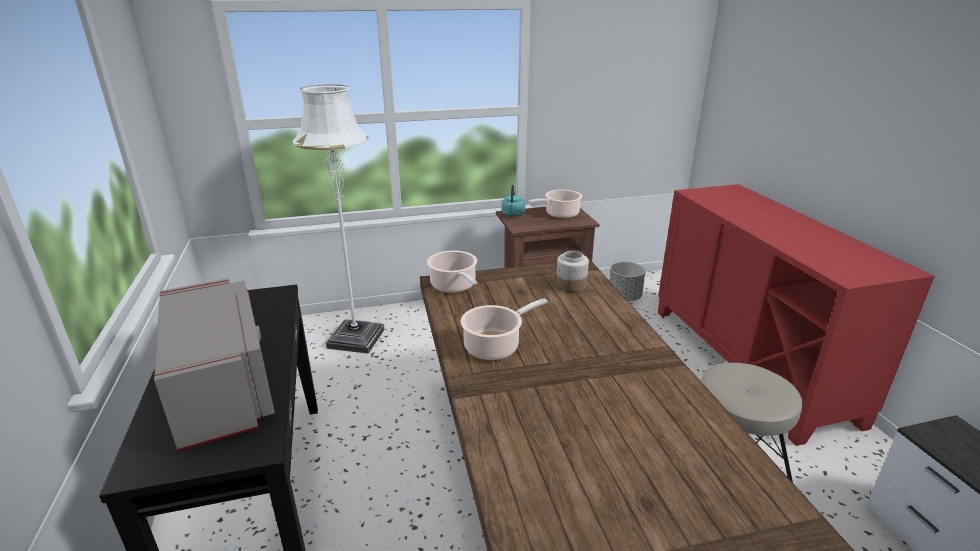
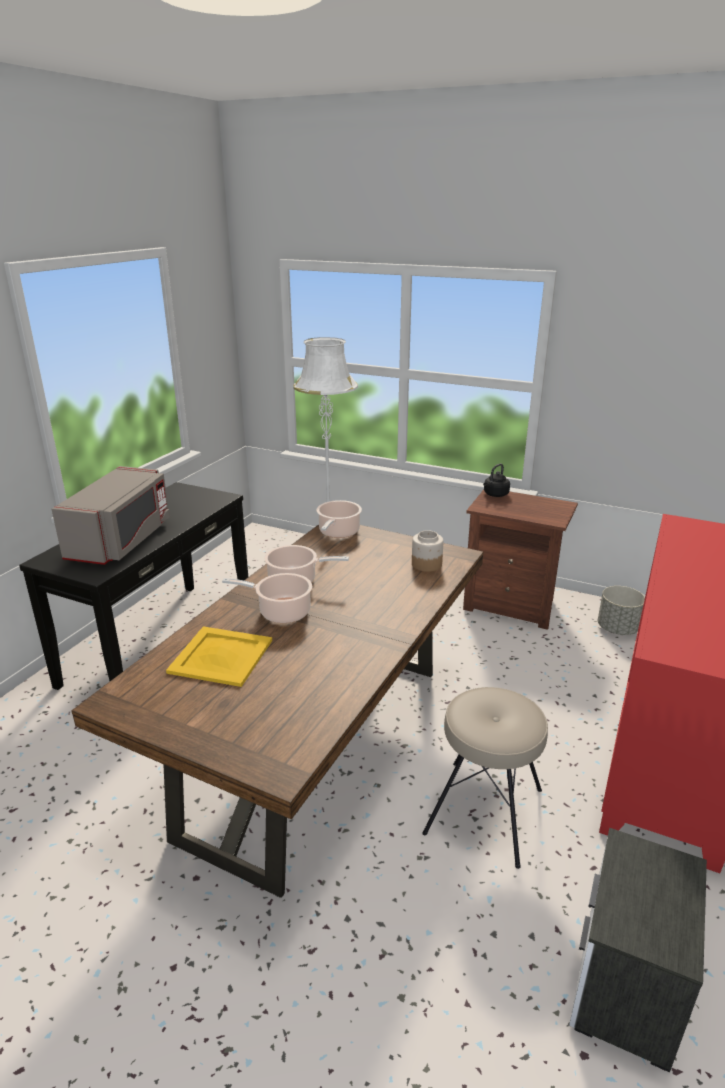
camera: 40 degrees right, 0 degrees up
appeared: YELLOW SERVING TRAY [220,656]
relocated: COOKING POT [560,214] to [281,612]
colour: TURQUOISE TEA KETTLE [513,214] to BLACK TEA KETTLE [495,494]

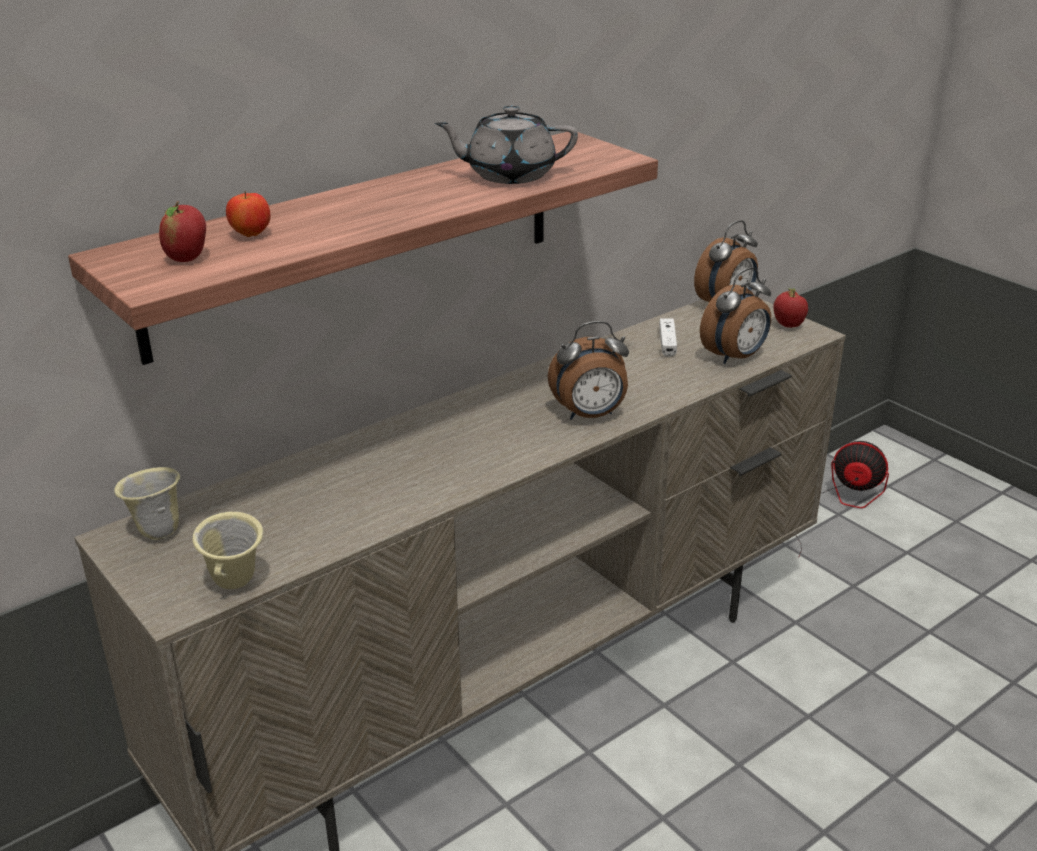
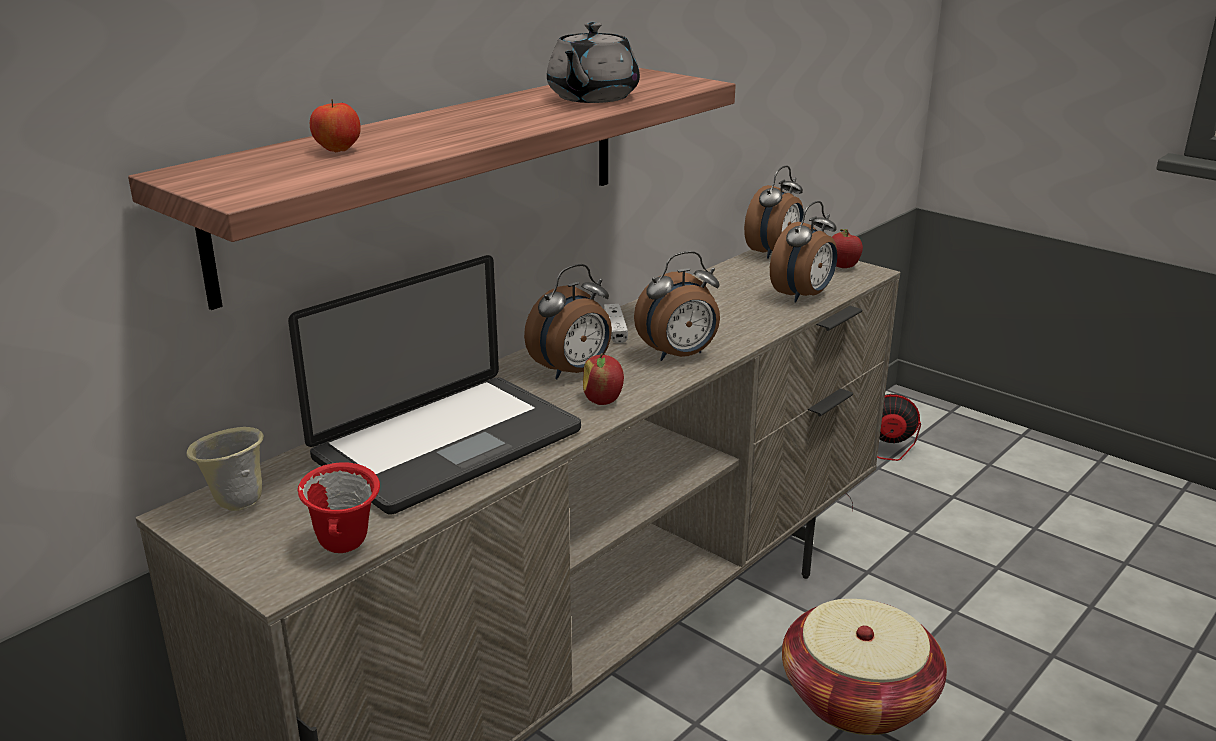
camera: 10 degrees left, 5 degrees down
appeared: LAPTOP [448,445]; BEDSIDE CLOCK [572,372]; BASKET [858,698]
relocated: APPLE [187,258] to [603,400]; WHITISH GAME CONTROLLER [667,343] to [615,330]
colour: SAND-COLOURED TEA MUG [236,585] to RED-COLOURED TEA MUG [347,548]
spun: GREY TEAPOT [509,175] = [592,98] 60 degrees counterclockwise

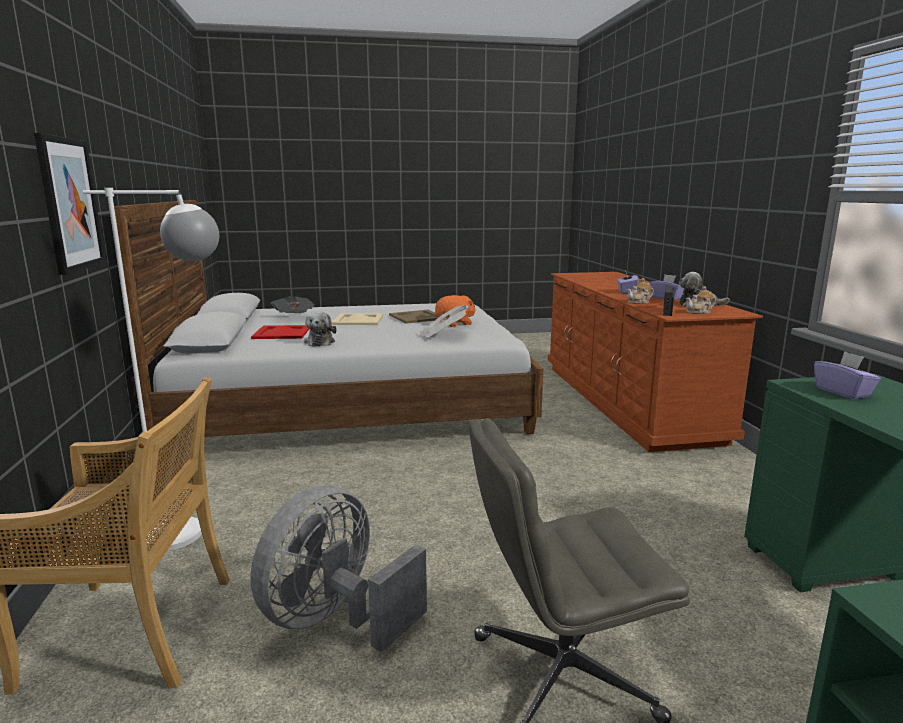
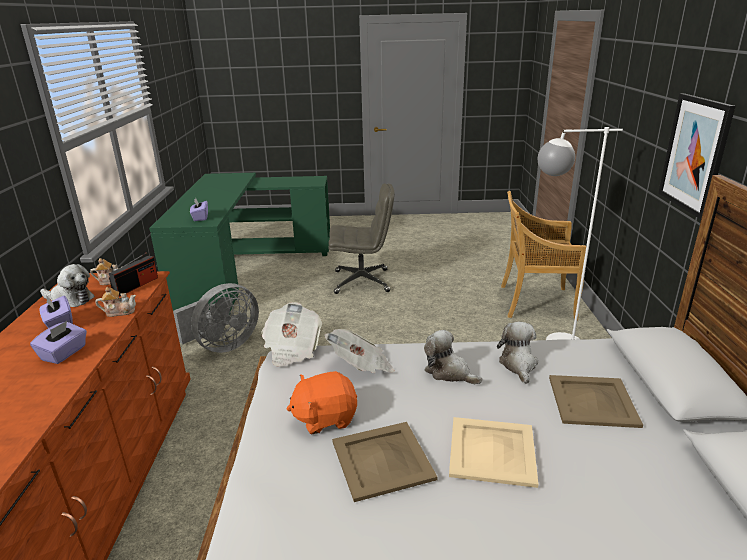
camera: 170 degrees left, 10 degrees up
appeared: CUDDLY TOY [449,372]
relocated: GREY FAN [335,619] to [223,346]; PRINTED PAPER [294,317] to [292,349]
colour: RED-COLOURED SERVING TRAY [281,332] to SAND-COLOURED SERVING TRAY [593,401]

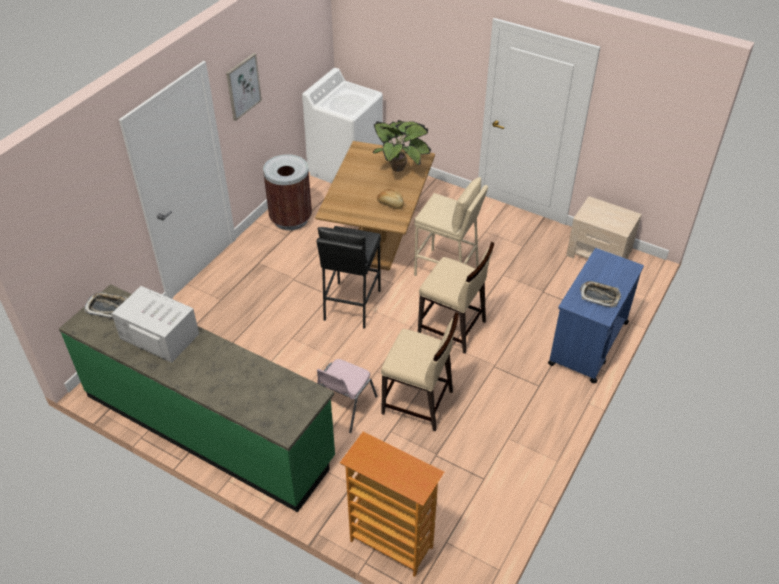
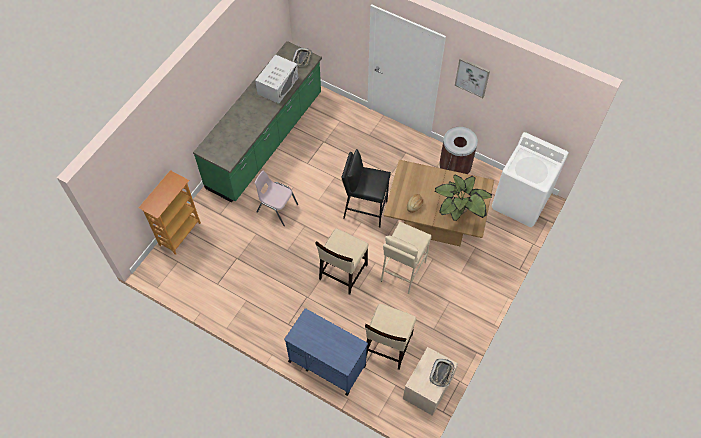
camera: 90 degrees right, 15 degrees up
relocated: SAND-COLOURED UPRIGHT CHAIR [418,403] to [388,346]; SERVING TRAY [599,296] to [442,373]

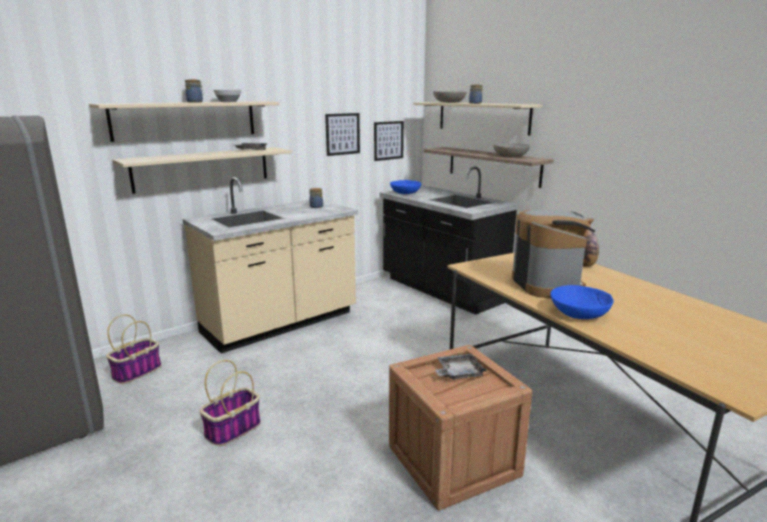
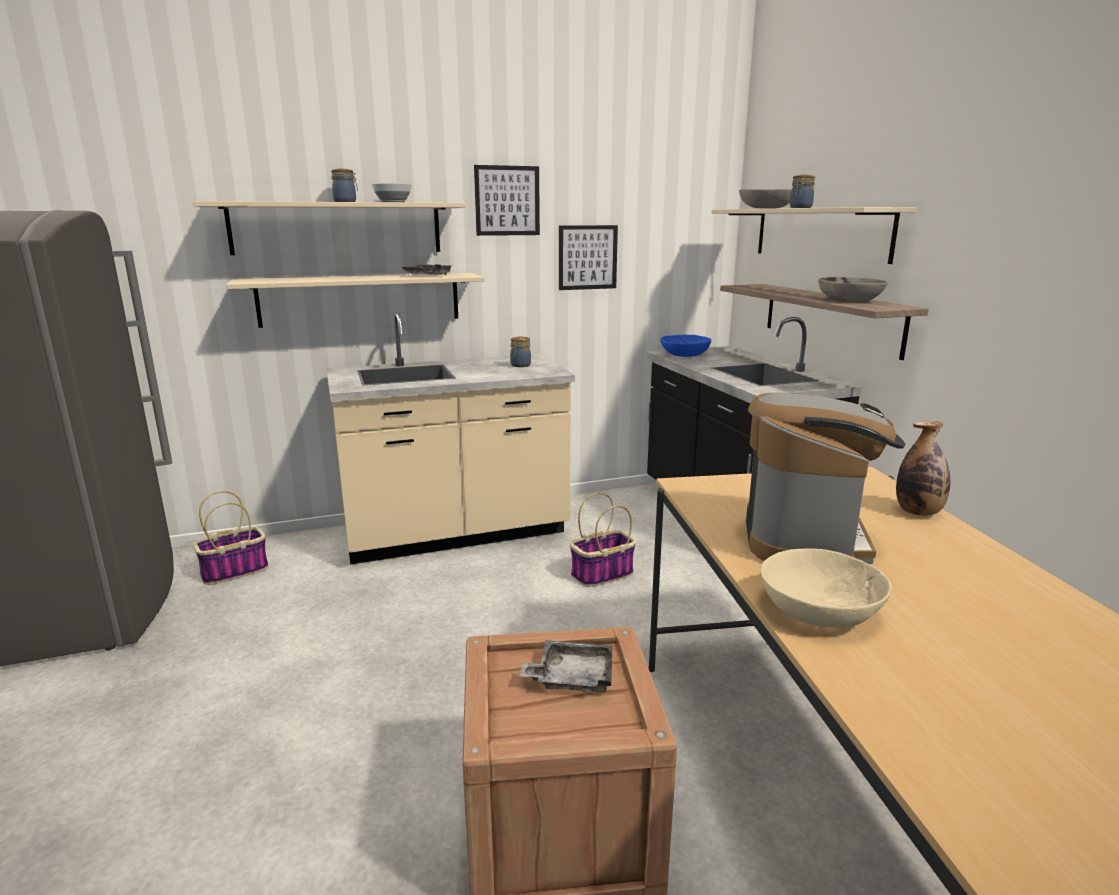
camera: 20 degrees right, 0 degrees up
relocated: BASKET [232,430] to [602,575]; WALL ART [388,140] to [507,201]
colour: BLUE-COLOURED DEEP DISH [579,313] to SAND-COLOURED DEEP DISH [819,610]

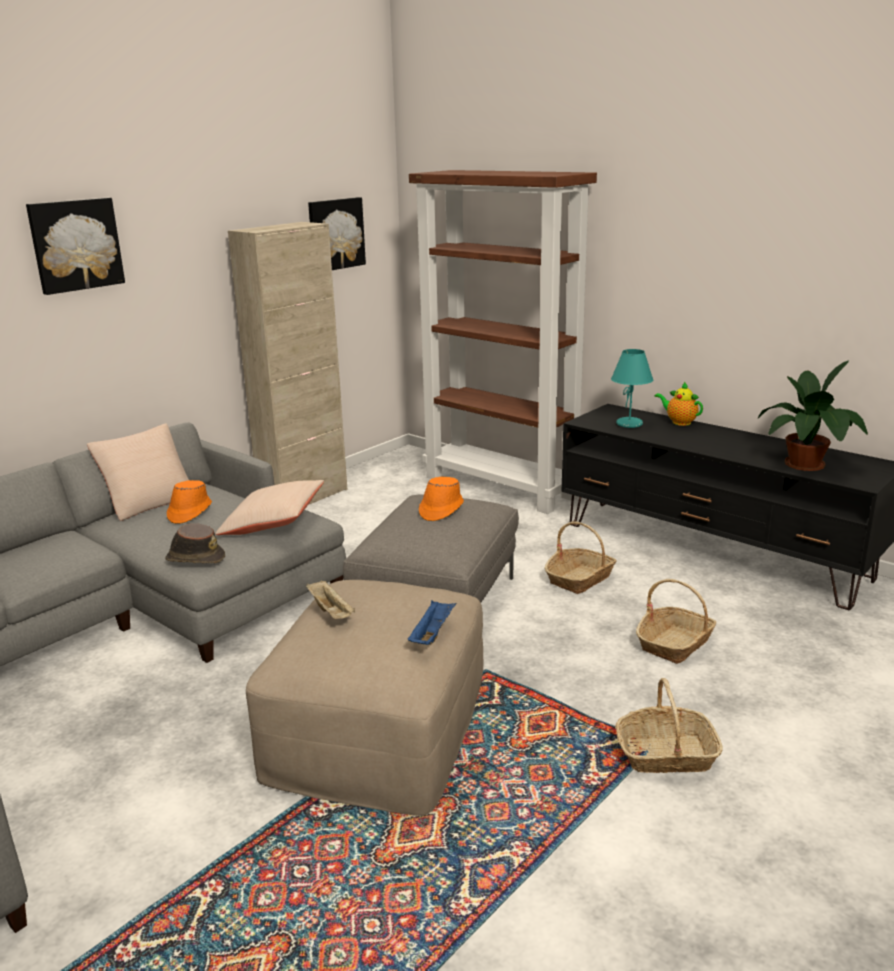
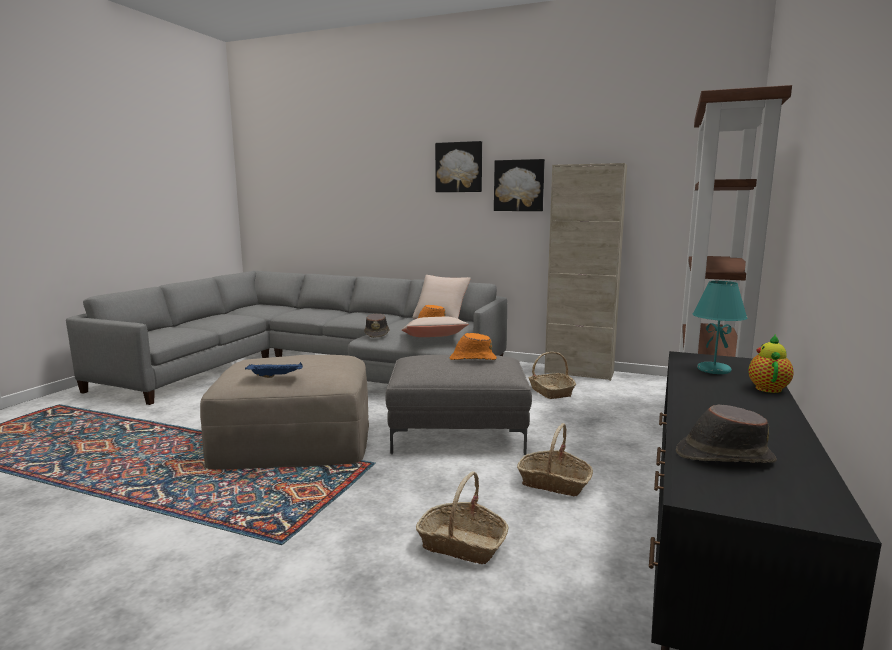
camera: 70 degrees right, 10 degrees down
missing: SAND-COLOURED SERVING TRAY [331,612]
relocated: WALL ART [335,234] to [519,185]; BASKET [666,754] to [550,392]
exchanged: PLANT IN A POT [808,464] to BROWN-COLOURED CLOTHING HAT [723,456]

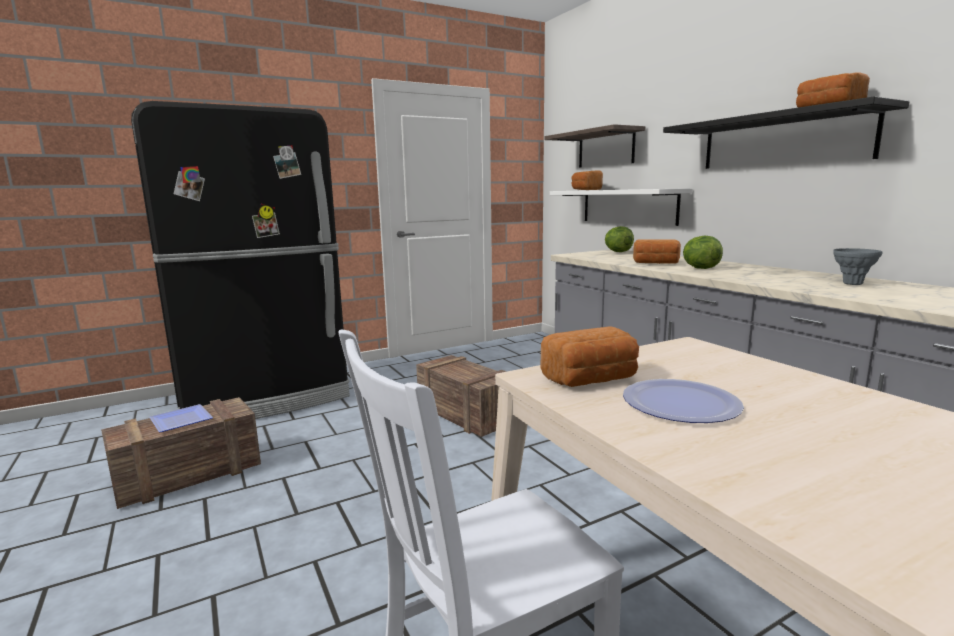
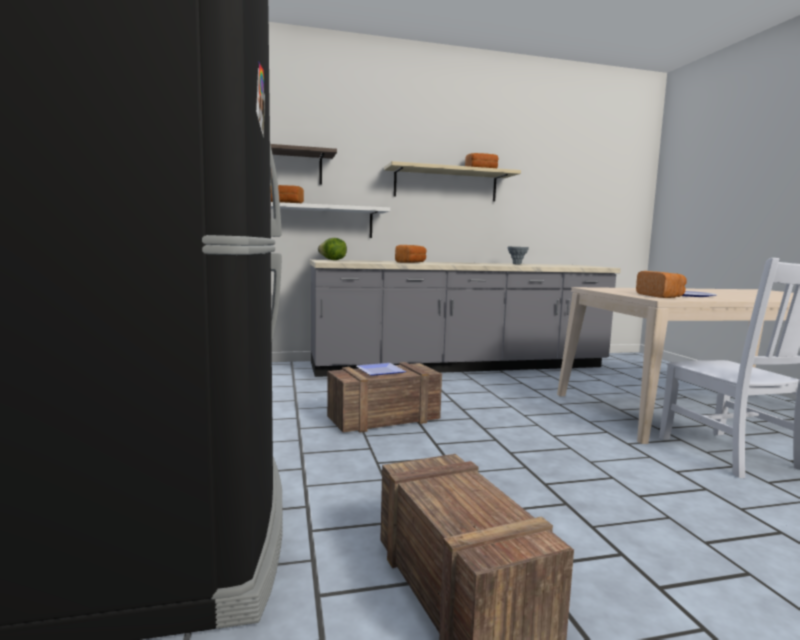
camera: 75 degrees left, 5 degrees down
missing: LETTUCE HEAD [700,268]
relocated: PLATE [183,420] to [381,371]
colour: BLACK WALL SHELF [782,141] to SAND-COLOURED WALL SHELF [445,185]

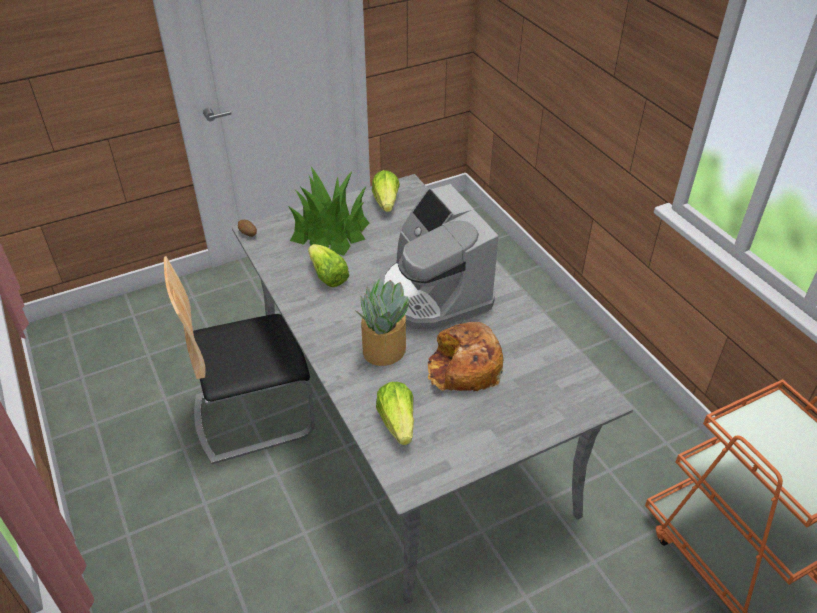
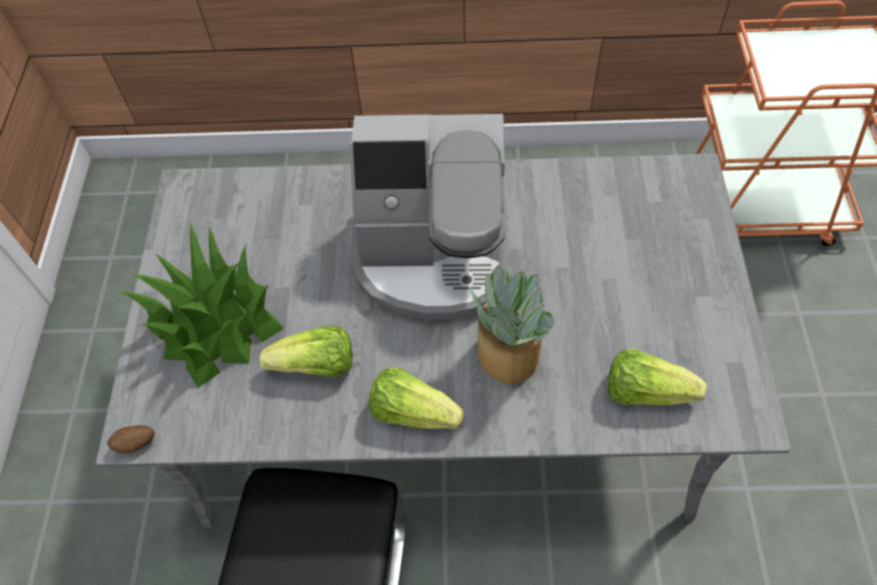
camera: 60 degrees left, 15 degrees up
missing: BAKERY BREAD [464,368]
relocated: LETTUCE HEAD [386,202] to [412,411]

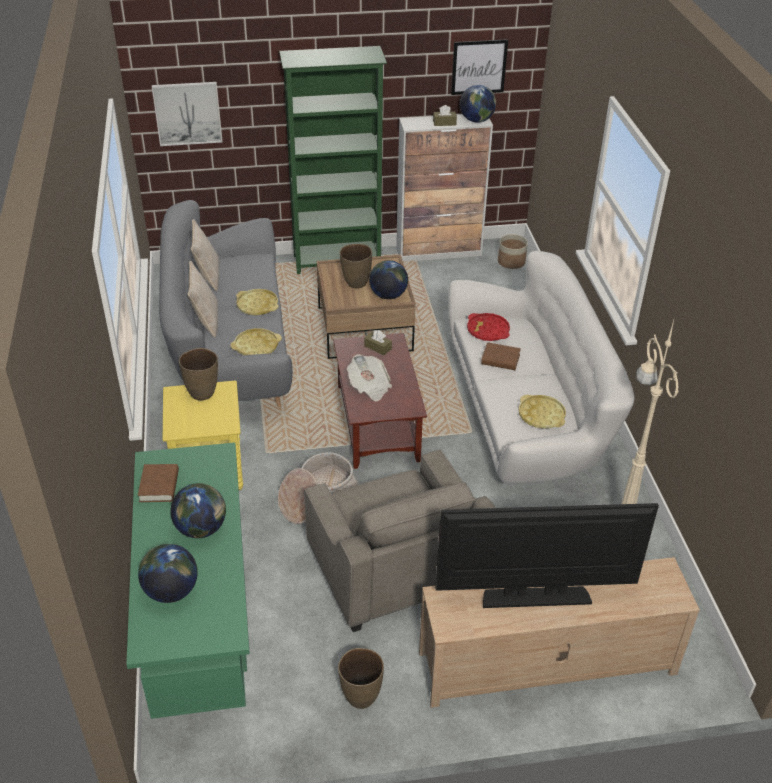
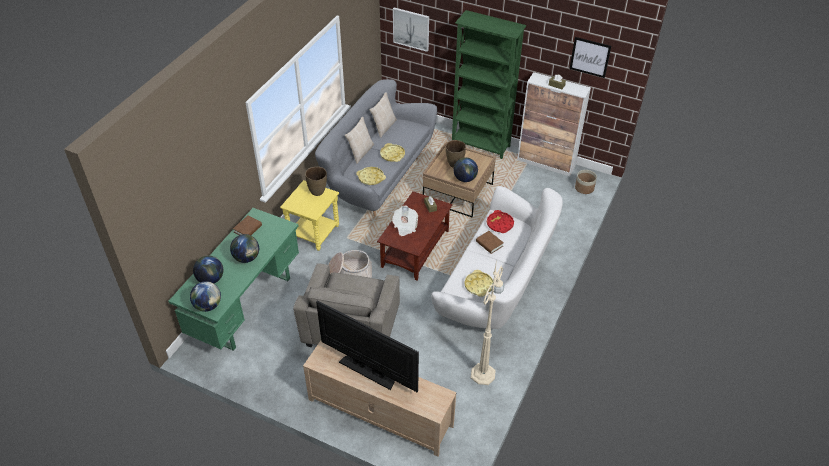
camera: 35 degrees right, 5 degrees up
missing: BROWN-COLOURED VASE [360,696]
relocated: DESK GLOBE [476,120] to [208,306]

